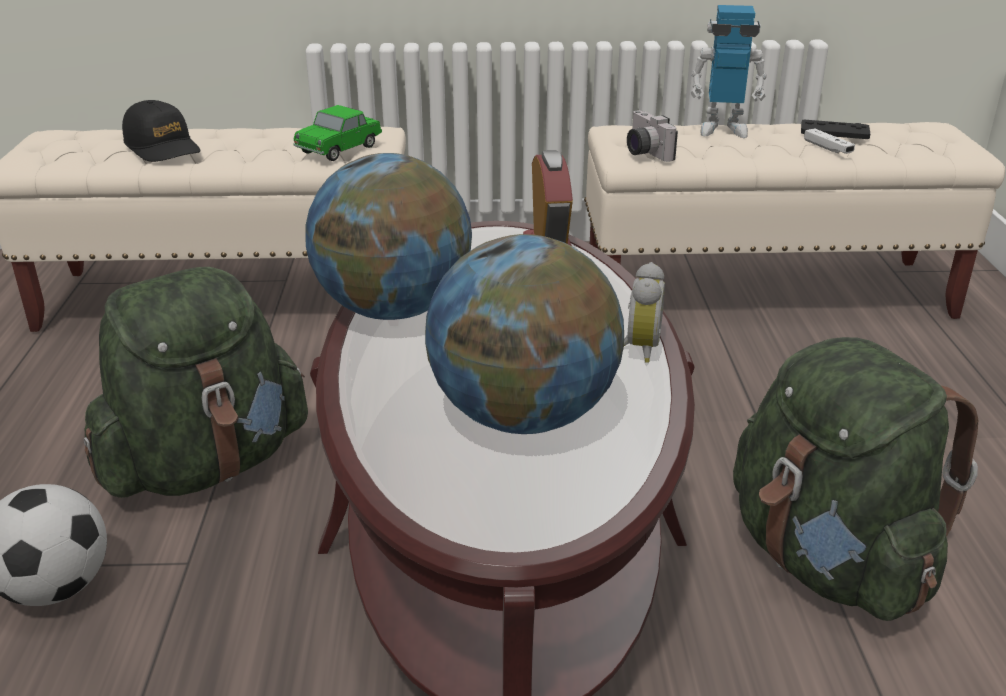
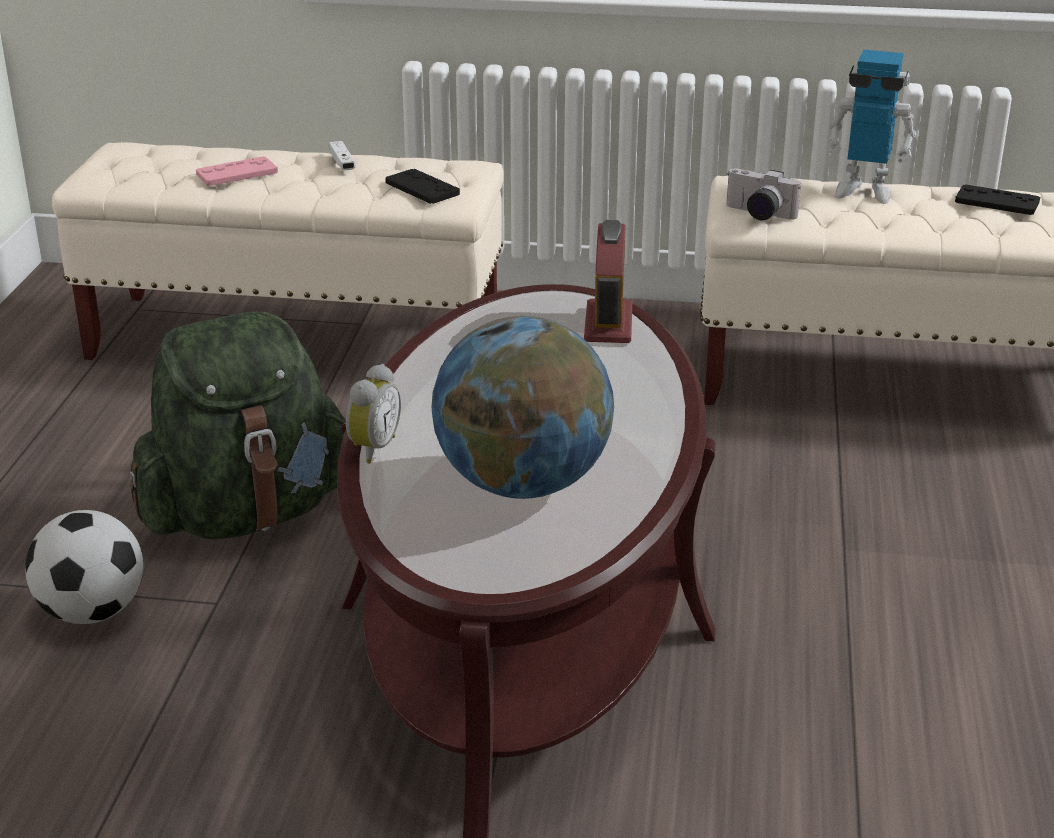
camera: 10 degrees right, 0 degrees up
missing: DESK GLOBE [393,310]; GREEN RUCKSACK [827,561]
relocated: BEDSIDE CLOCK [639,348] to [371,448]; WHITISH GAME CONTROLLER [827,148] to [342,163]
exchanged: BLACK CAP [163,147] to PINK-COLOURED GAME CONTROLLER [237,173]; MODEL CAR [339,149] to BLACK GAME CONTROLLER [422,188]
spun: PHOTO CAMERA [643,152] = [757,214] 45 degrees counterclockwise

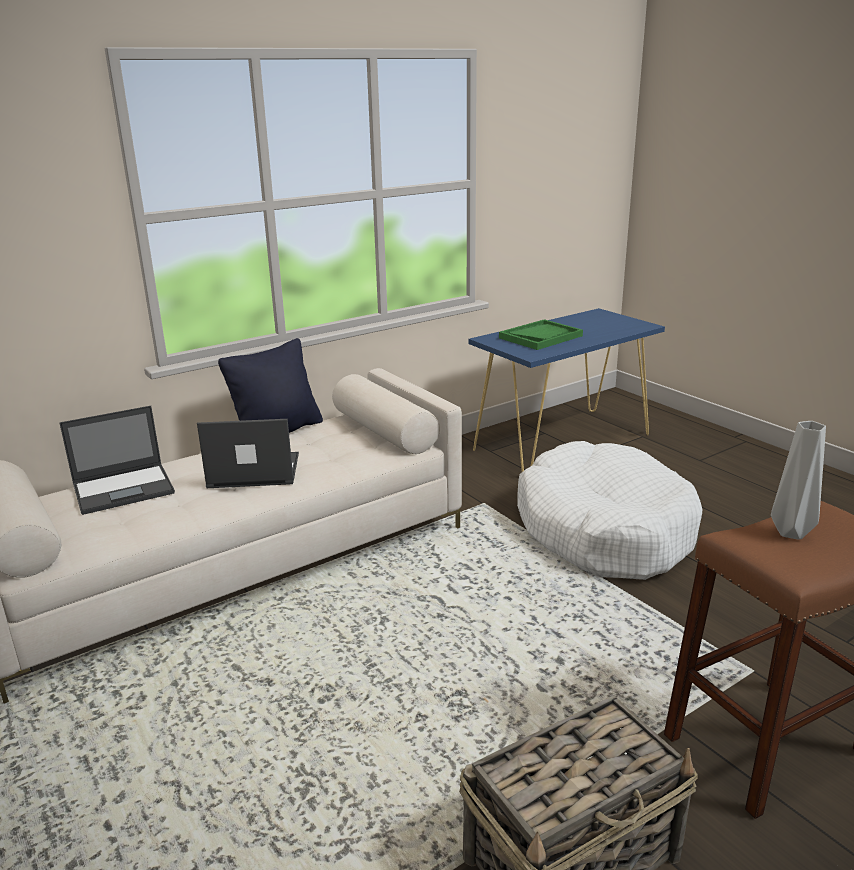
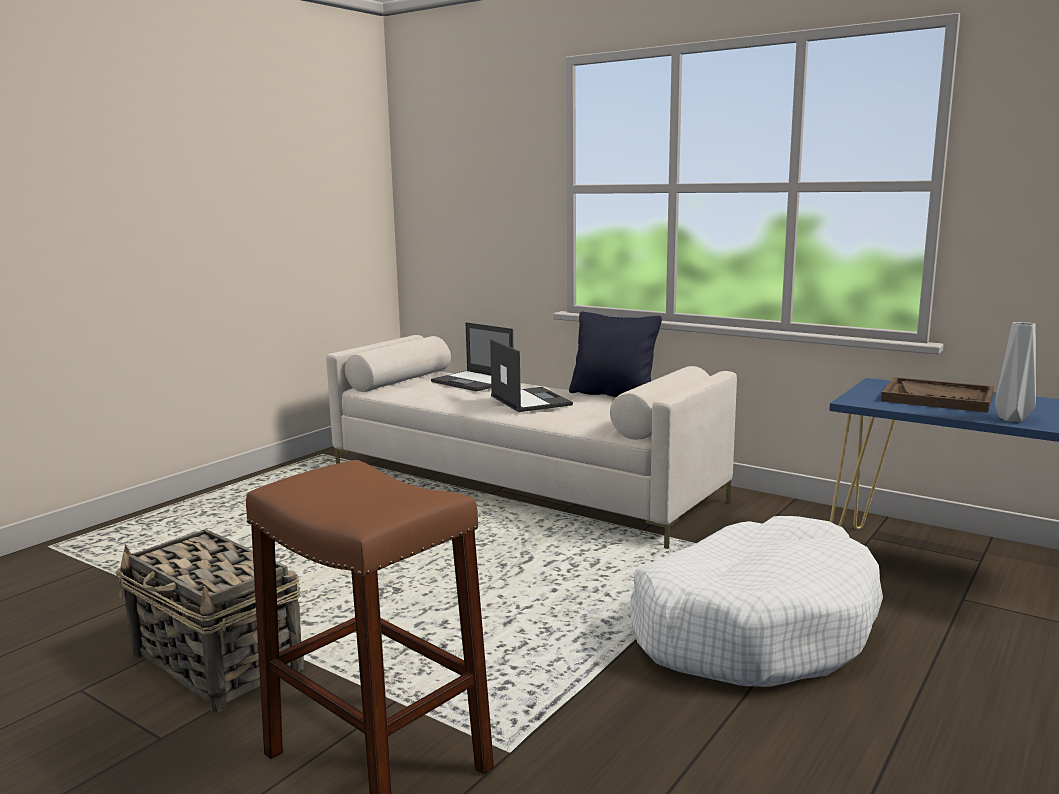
camera: 70 degrees right, 10 degrees down
relocated: GREY VASE [793,533] to [1012,419]
colour: GREEN SERVING TRAY [540,337] to BROWN-COLOURED SERVING TRAY [937,398]

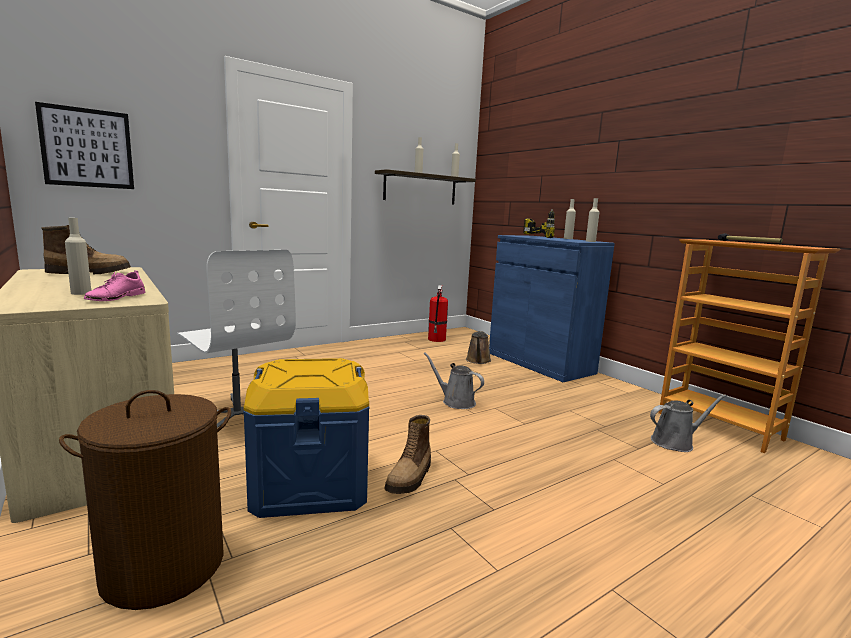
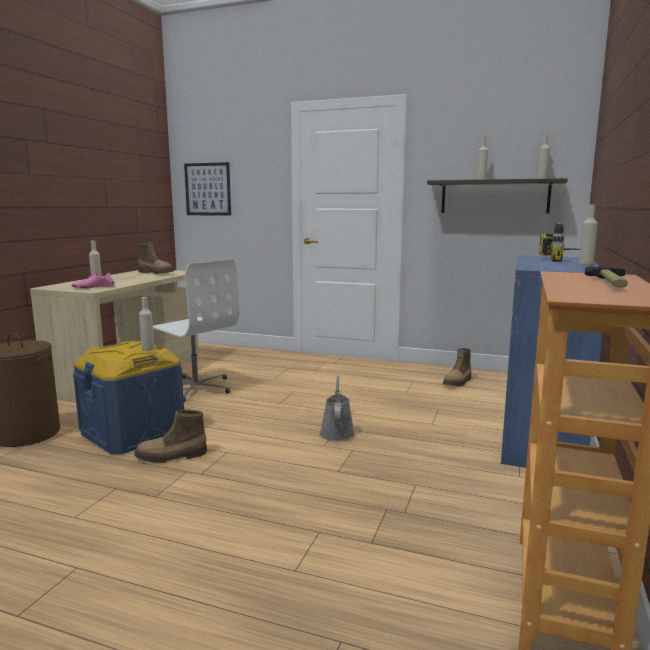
camera: 55 degrees right, 0 degrees up
missing: FIRE EXTINGUISHER [436,339]; BROWN-COLOURED WATERING CAN [478,361]; GREY WATERING CAN [675,442]
appeared: TALL BOOT [458,382]
relocated: SAND-COLOURED DRINK BOTTLE [590,241] to [148,349]
spun: WHITISH OFFICE CHAIR [238,417] = [196,388] 60 degrees counterclockwise

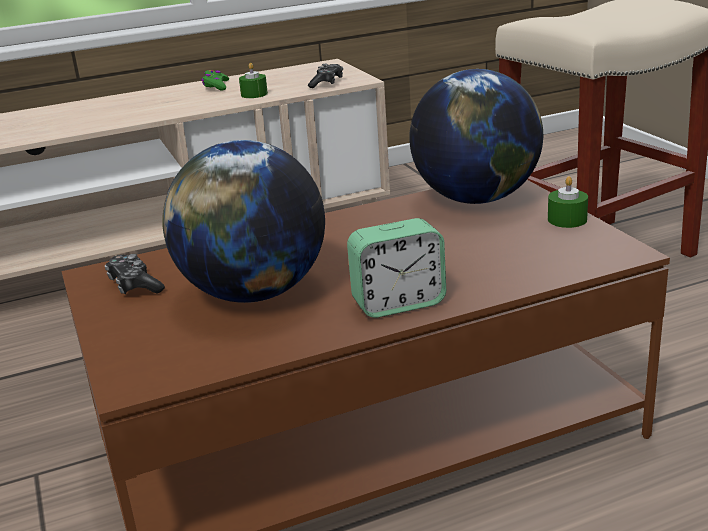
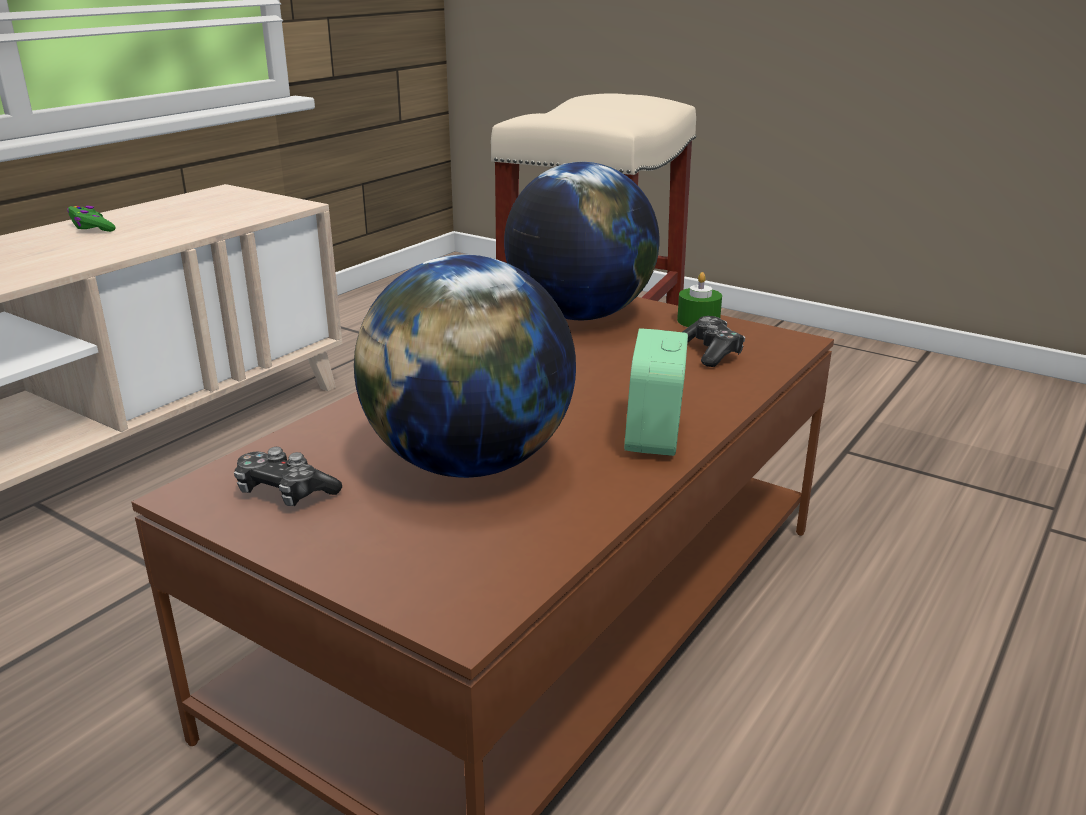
camera: 35 degrees left, 0 degrees up
missing: GREEN CANDLE [254,94]
relocated: GAME CONTROLLER [327,83] to [711,352]
spun: BEDSIDE CLOCK [398,303] = [654,435] 150 degrees clockwise

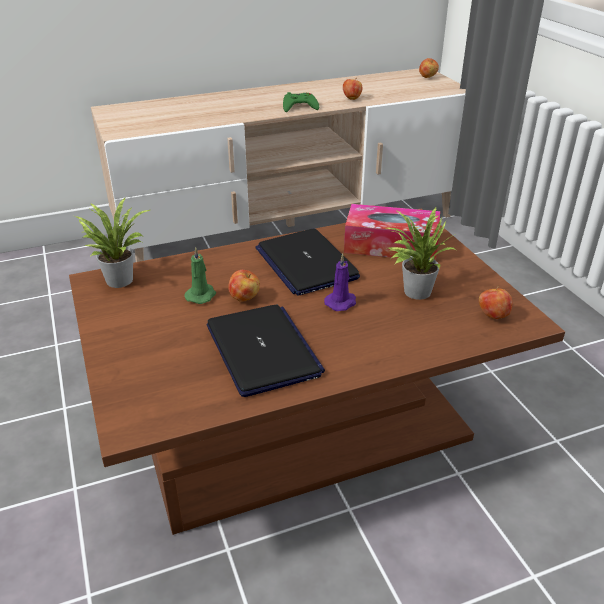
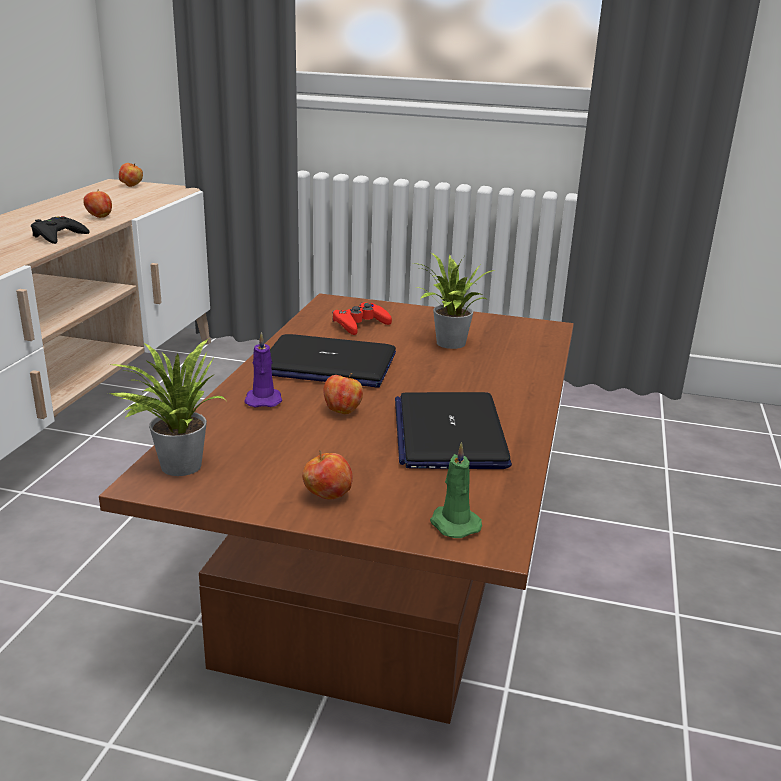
camera: 55 degrees left, 10 degrees down
relocated: GREEN CANDLE [201,295] to [453,524]; PURPLE CANDLE [341,302] to [263,400]; APPLE [492,315] to [327,496]
exchanged: BOX OF TISSUES [391,245] to RED-COLOURED GAME CONTROLLER [360,324]
colour: GREEN GAME CONTROLLER [299,107] to BLACK GAME CONTROLLER [58,236]
spun: LAPTOP [263,351] = [449,433] 105 degrees counterclockwise

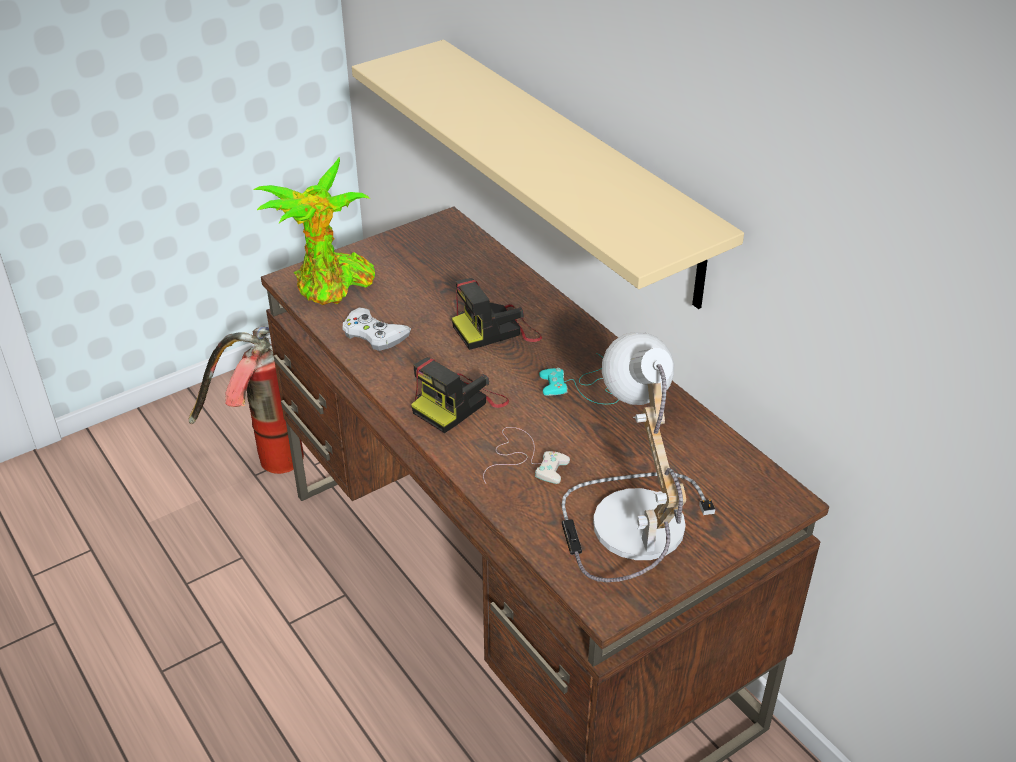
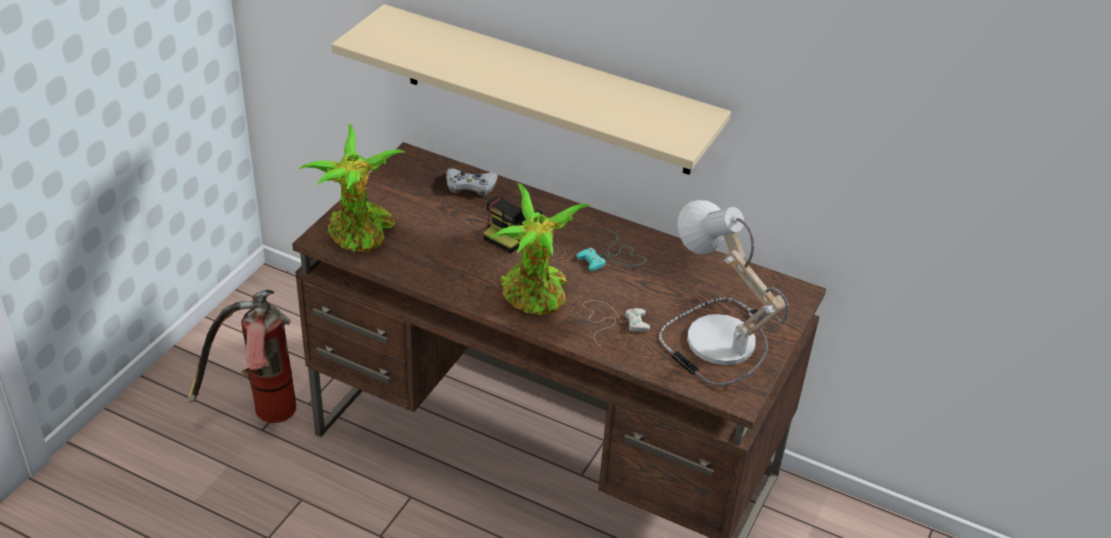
camera: 30 degrees left, 0 degrees up
relocated: WHITISH GAME CONTROLLER [374,334] to [470,185]
exchanged: PHOTO CAMERA [459,404] to PLANT IN A POT [535,297]

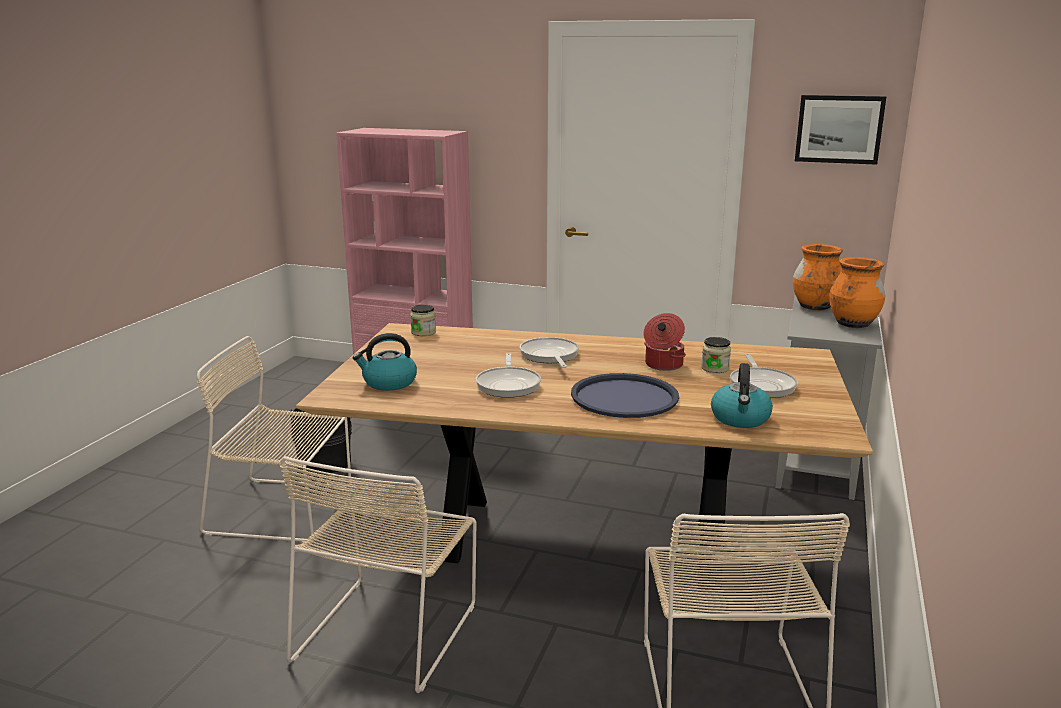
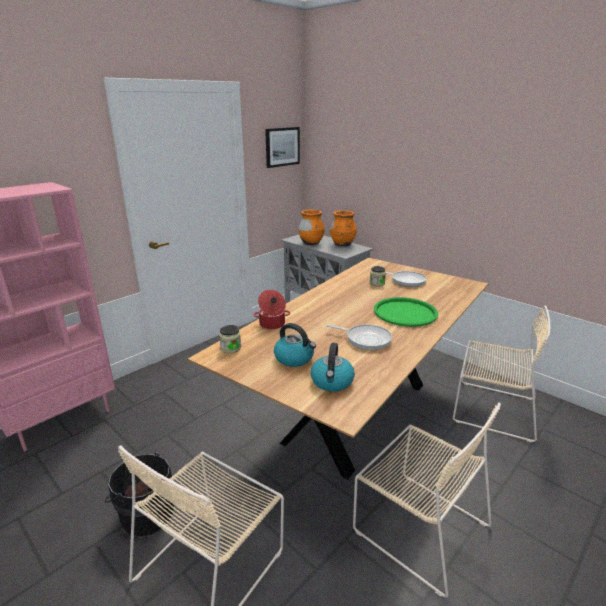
camera: 65 degrees left, 5 degrees up
missing: SKILLET [549,356]
relocated: COOKING POT [662,365] to [272,324]; TEA KETTLE [740,419] to [295,358]
colour: BLUE-COLOURED SERVING TRAY [624,397] to GREEN SERVING TRAY [405,312]

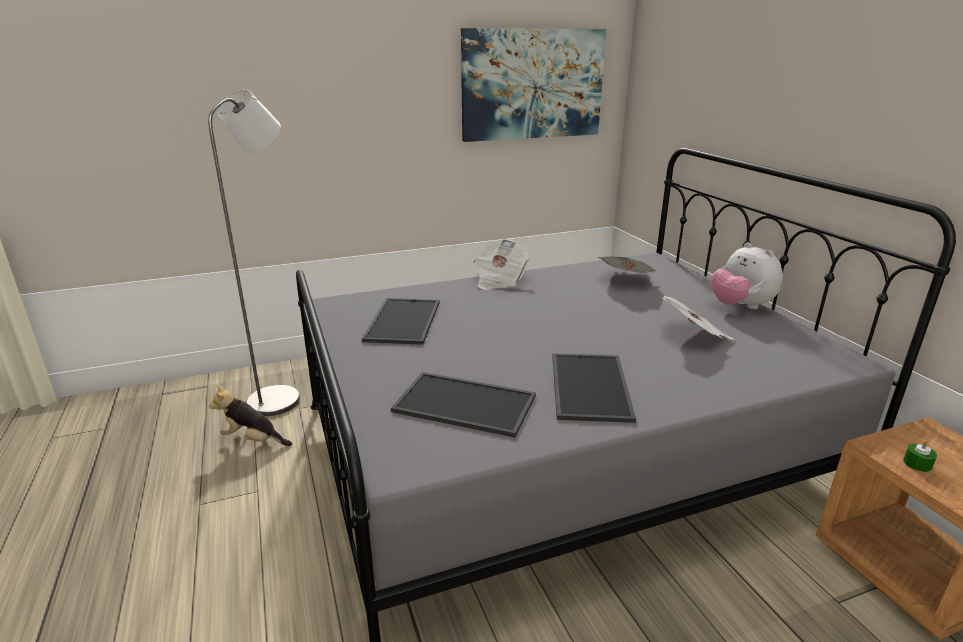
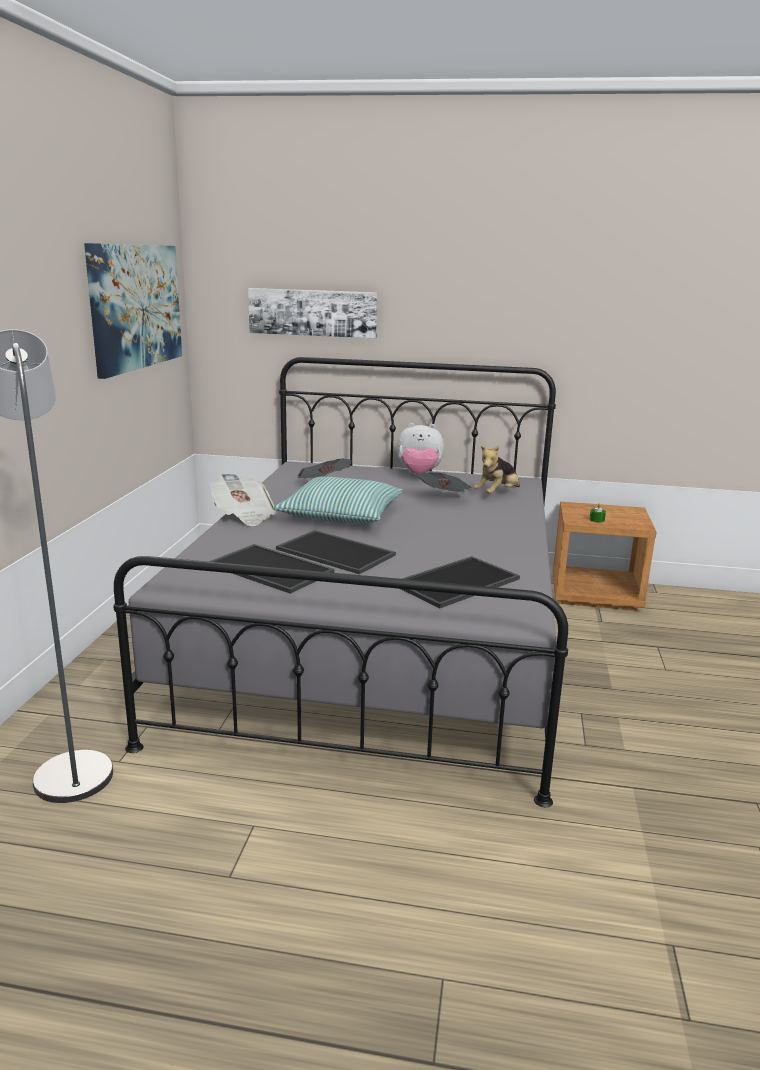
camera: 60 degrees left, 5 degrees down
appeared: WALL ART [313,312]; CUSHION [341,515]
relocated: CUDDLY TOY [253,440] to [497,494]; SERVING TRAY [592,387] to [337,552]

